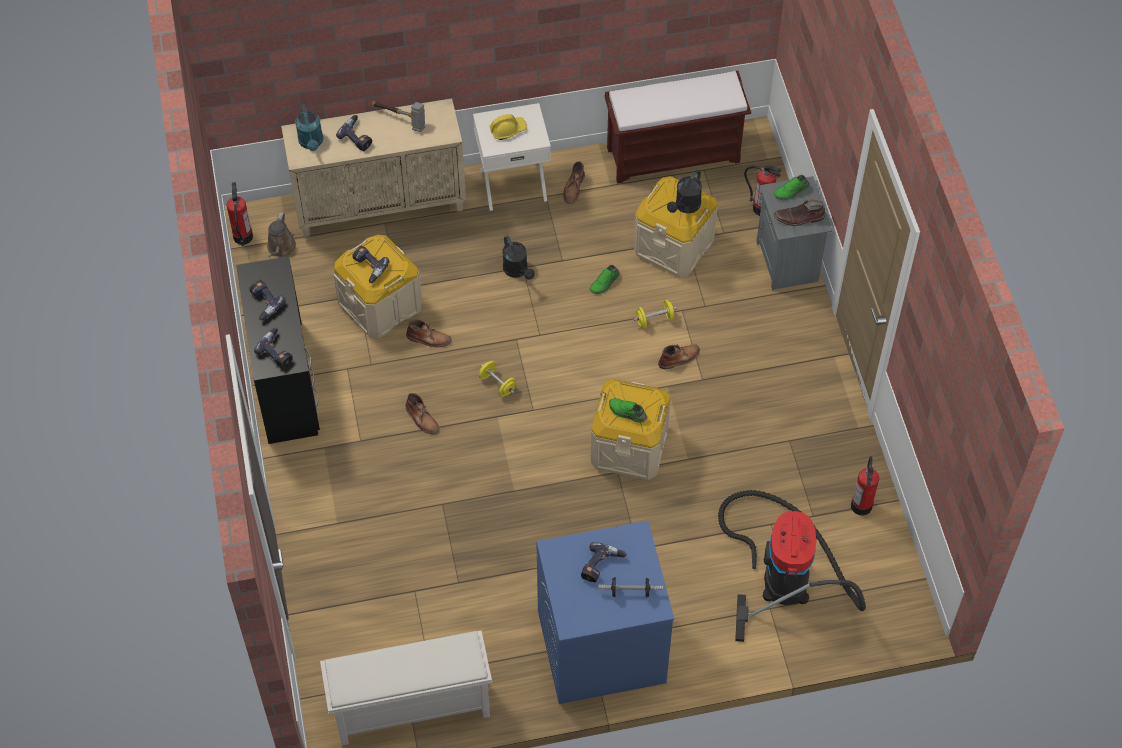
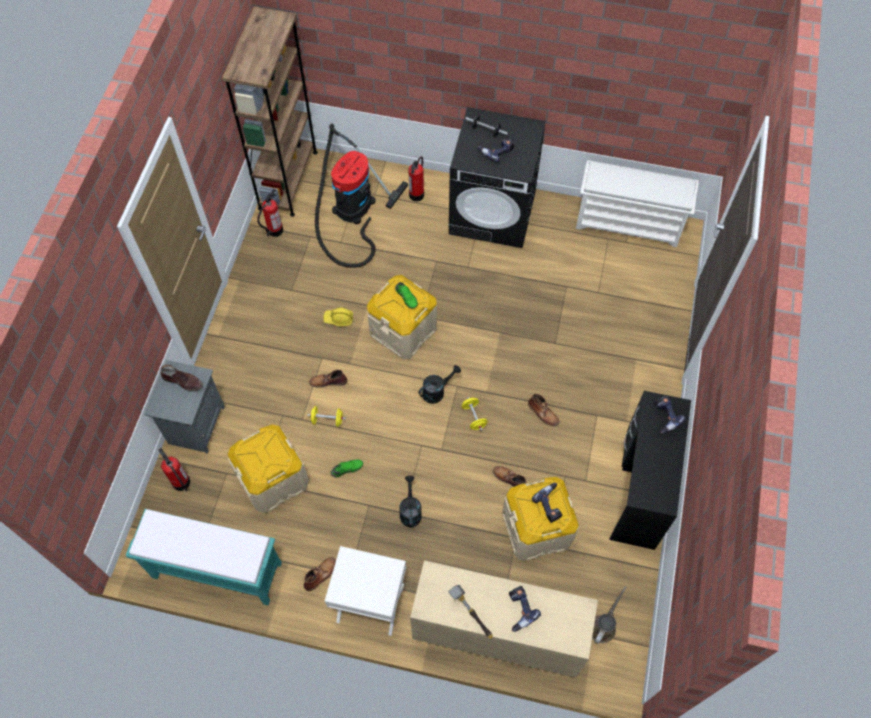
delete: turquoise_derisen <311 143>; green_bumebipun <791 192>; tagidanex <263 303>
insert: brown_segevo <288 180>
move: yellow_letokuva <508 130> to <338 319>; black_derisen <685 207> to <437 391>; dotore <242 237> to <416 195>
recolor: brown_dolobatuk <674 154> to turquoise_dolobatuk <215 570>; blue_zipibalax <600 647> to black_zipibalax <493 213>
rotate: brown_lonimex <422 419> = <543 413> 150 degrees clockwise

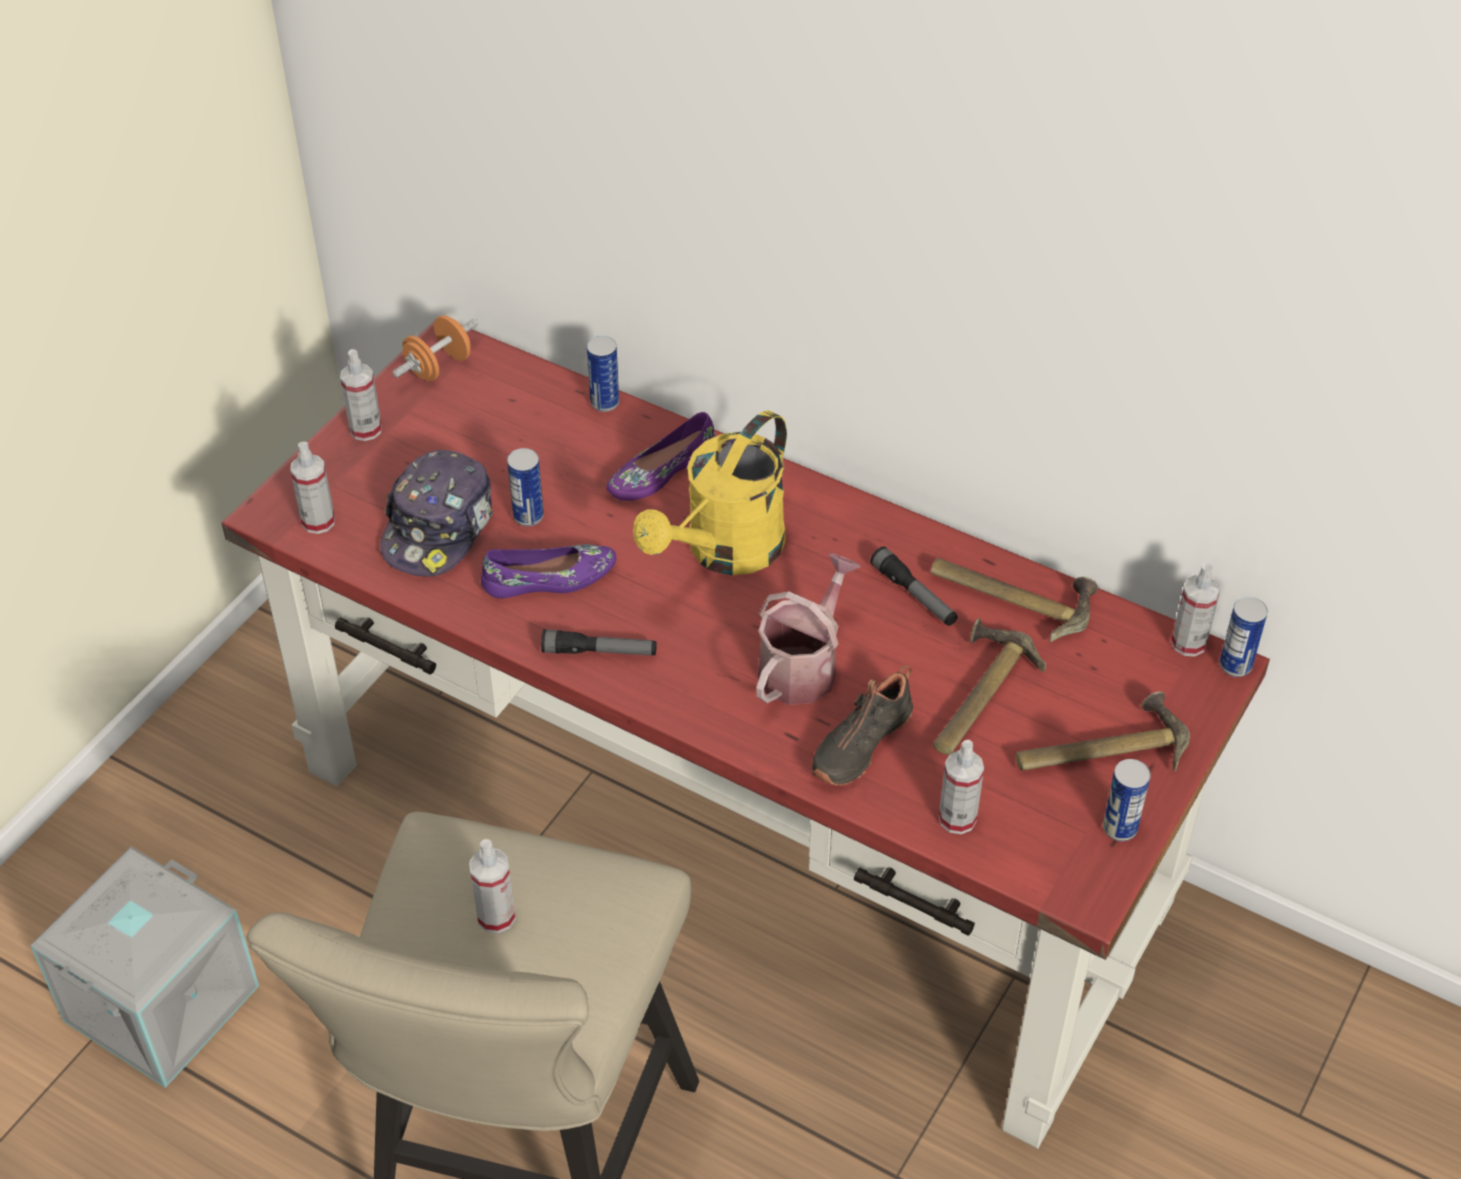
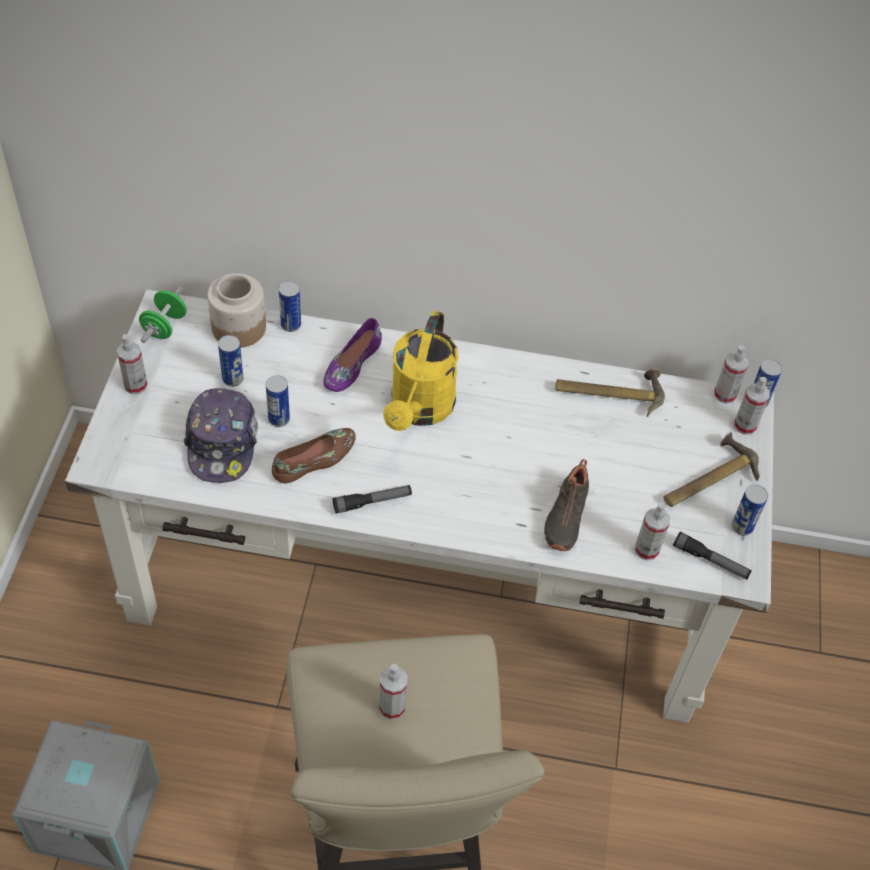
delete: derisen <803 666>; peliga <975 695>
insert: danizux <238 328>; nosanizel <233 379>
move: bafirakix <318 521> to <745 425>; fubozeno <914 595> to <710 561>
recolor: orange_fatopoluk <439 367> to green_fatopoluk <164 326>; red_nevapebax <735 835> to white_nevapebax <425 580>; purple_bumebipun <550 579> to brown_bumebipun <315 460>

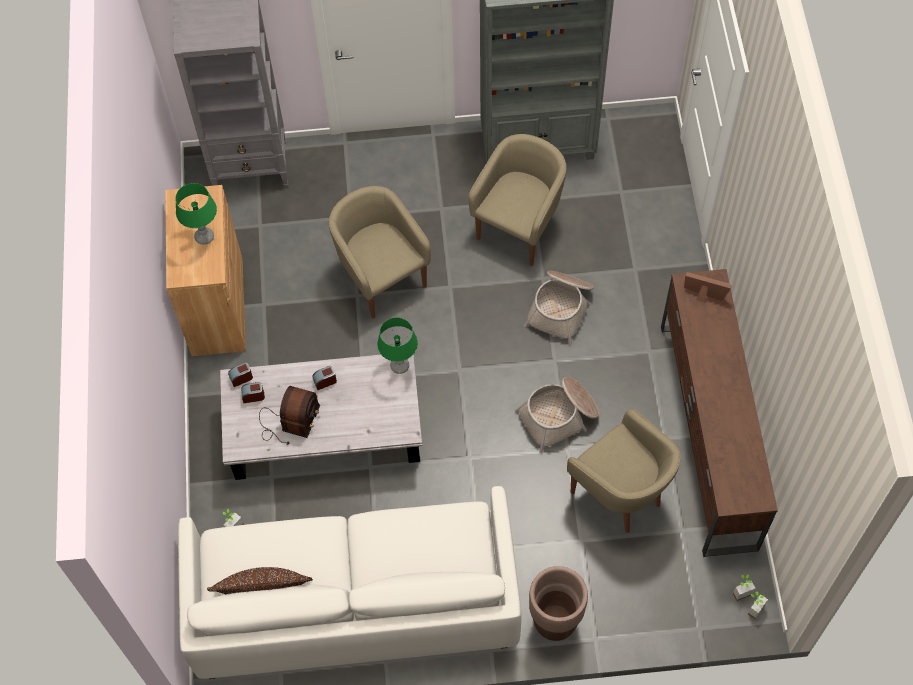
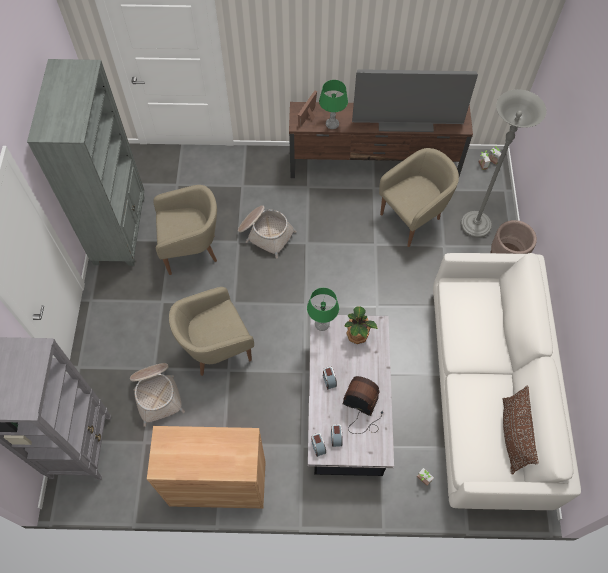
insert: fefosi <406 121>; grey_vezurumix <475 225>; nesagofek <358 334>
move: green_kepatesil <204 237> to <332 124>; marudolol <559 417> to <157 393>
rotate: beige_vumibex <519 228> = <192 251> 135 degrees clockwise

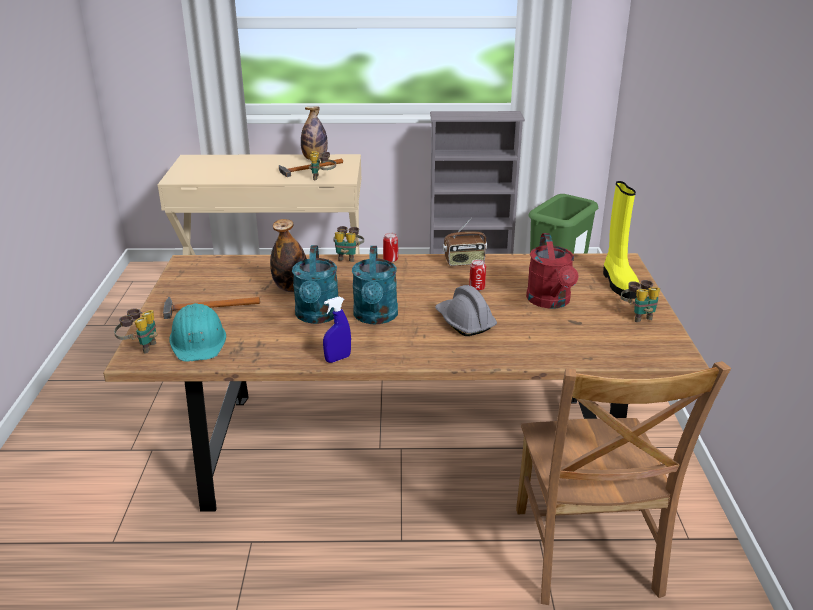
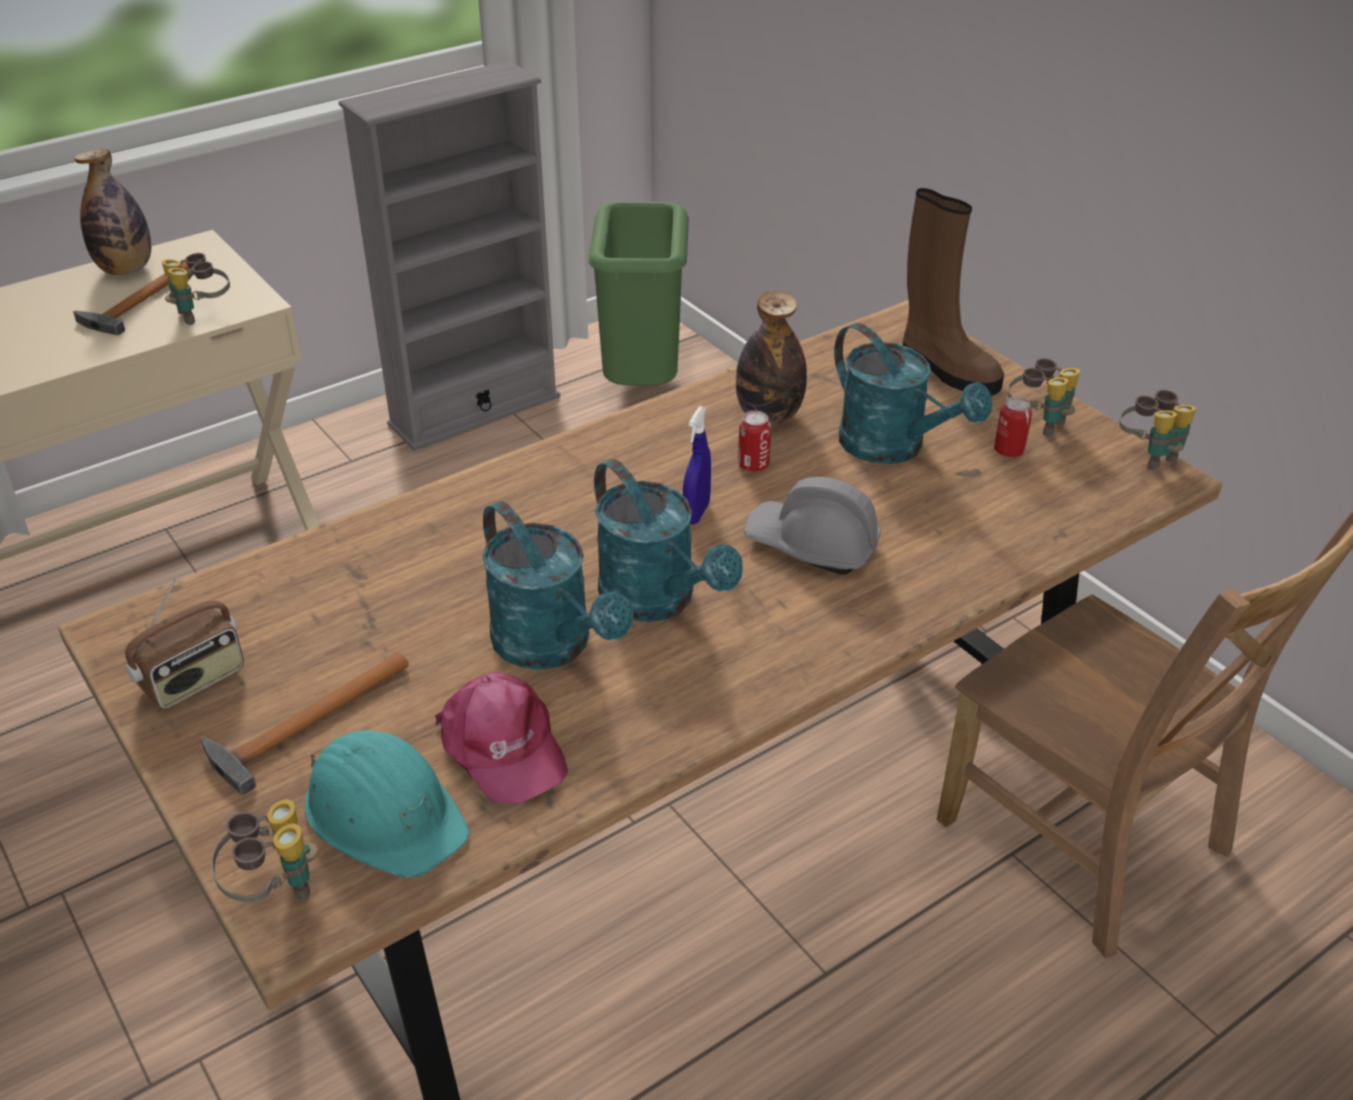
insert: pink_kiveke <502 747>
move: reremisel <464 262> to <193 681>; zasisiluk <291 288> to <769 416>; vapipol <348 257> to <1149 455>; nosanizel <390 260> to <1009 451>; blue_bafirakix <338 359> to <696 513>
recolor: yellow_lonimex <618 283> to brown_lonimex <946 370>; red_derisen <550 302> to turquoise_derisen <894 447>

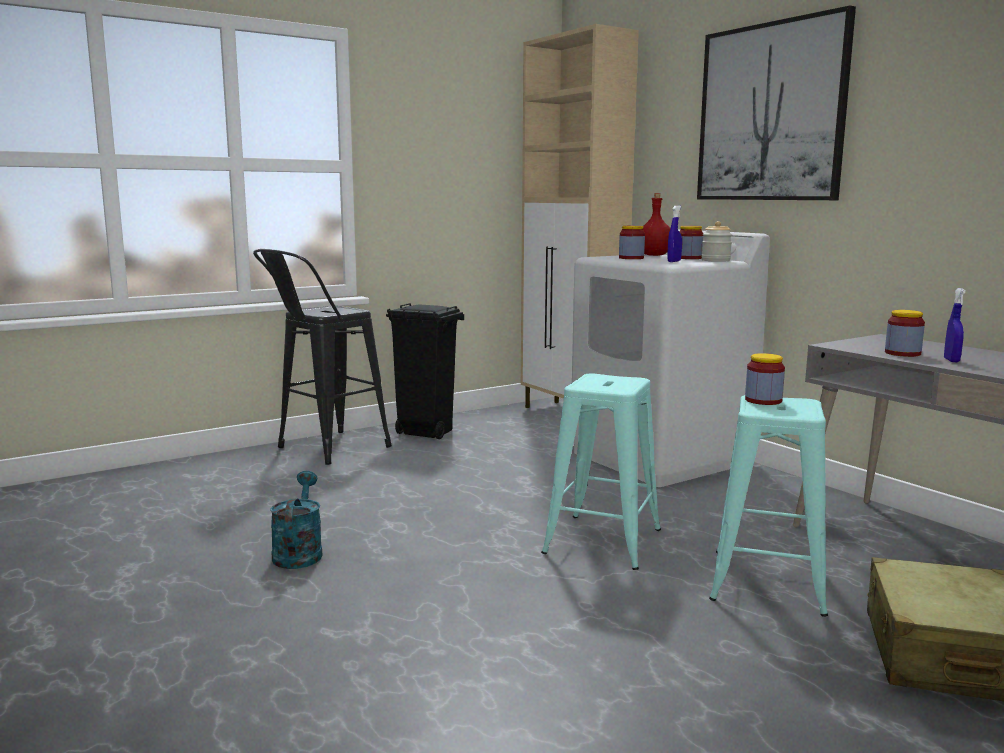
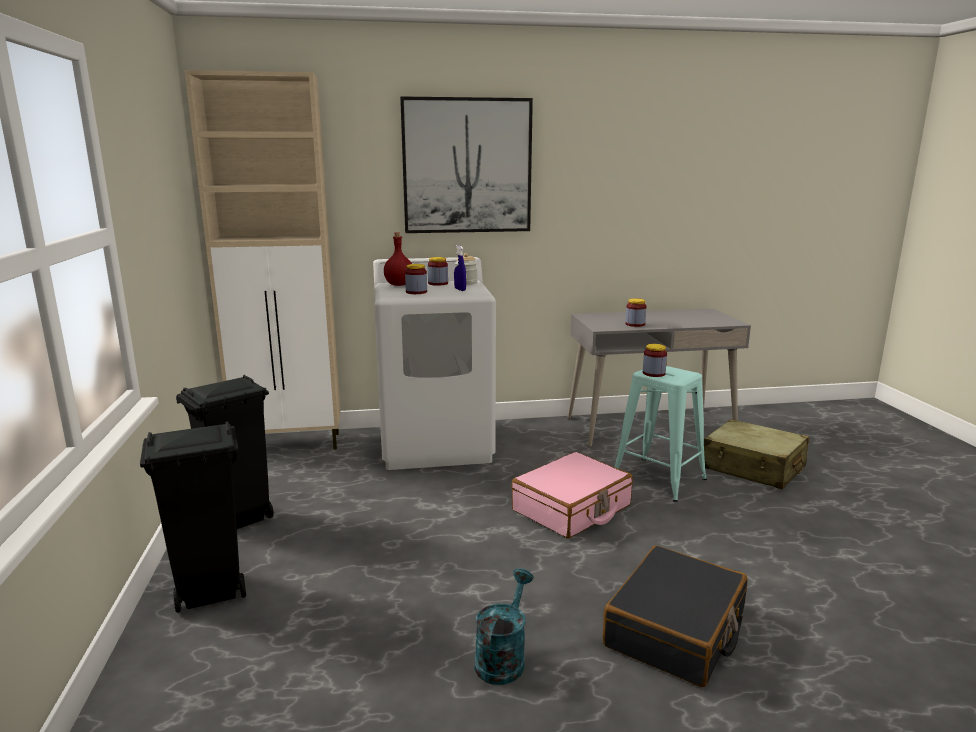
delete: blue_bafirakix <951 360>
insert: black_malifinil <676 630>
replace: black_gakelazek <324 450> to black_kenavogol <209 593>; turquoise_gakelazek <603 541> to pink_malifinil <572 508>
rotate: turquoise_derisen <299 552> = <503 657> 90 degrees clockwise

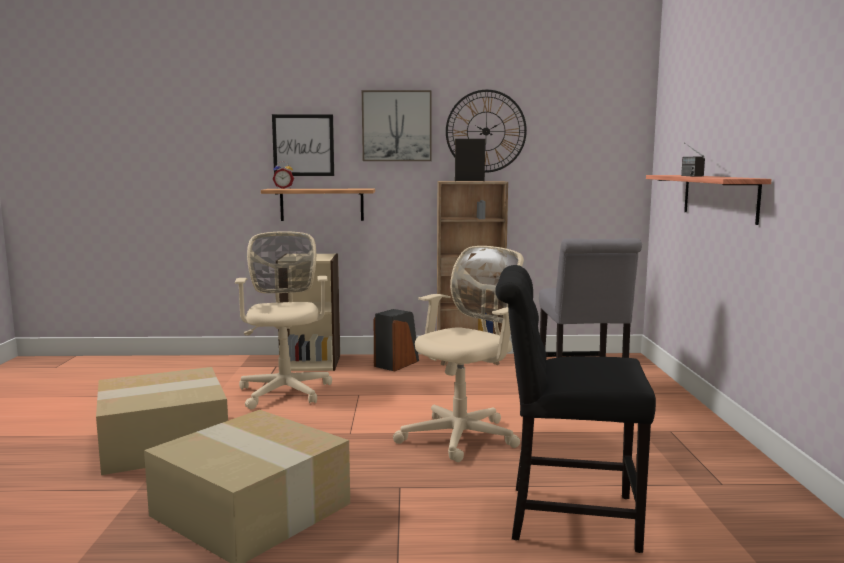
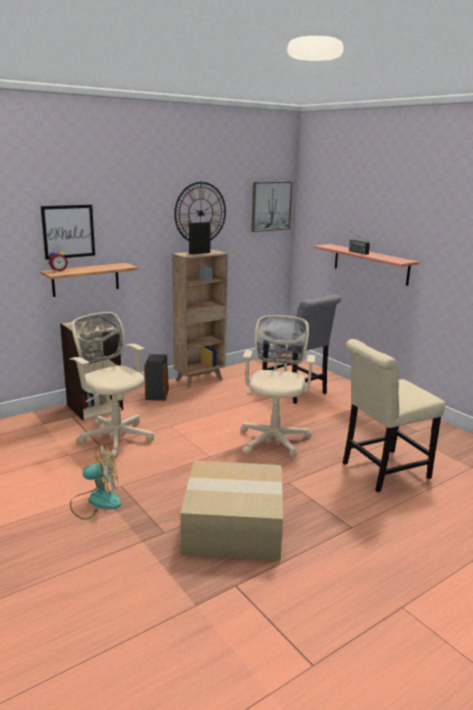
move: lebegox <396 126> to <270 206>
replace: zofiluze <165 440> to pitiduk <96 501>
recolor: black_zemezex <564 516> to beige_zemezex <381 471>

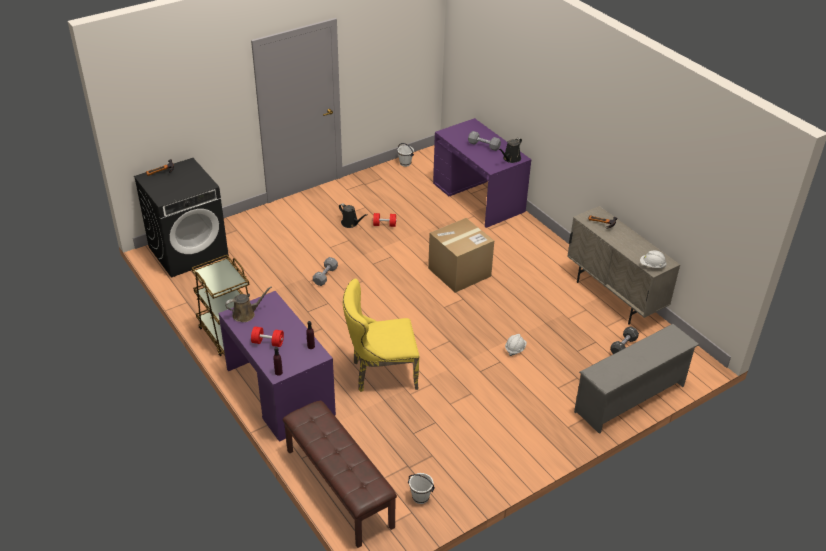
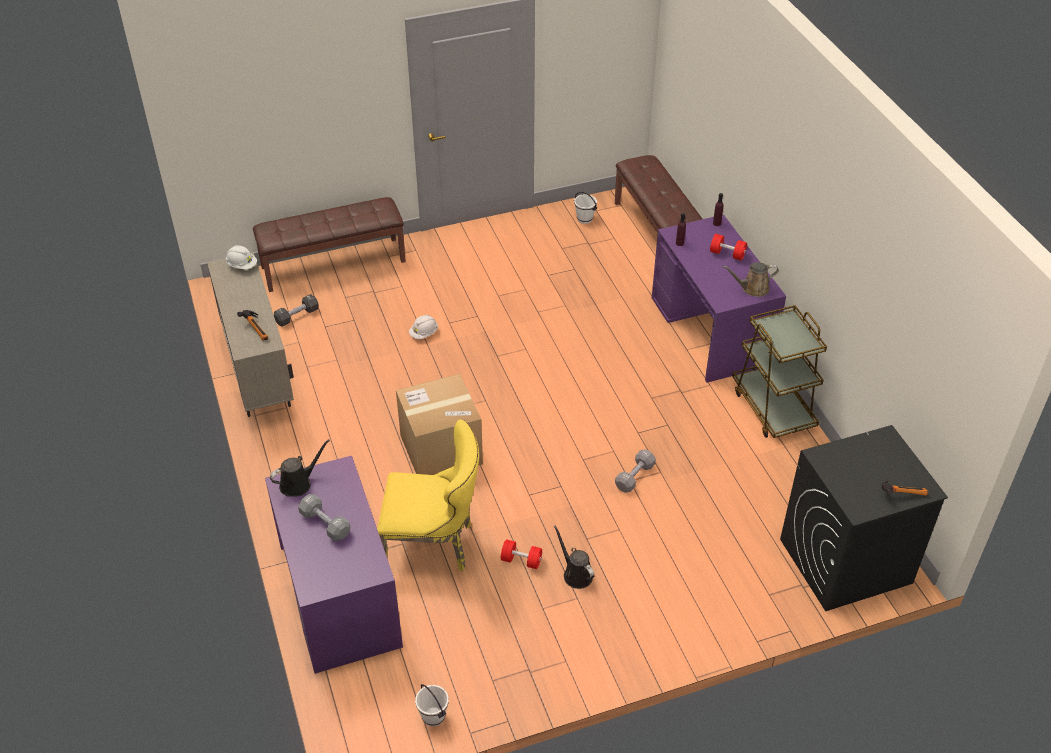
move: yellow_zemezex <380 374> to <434 545>
replace: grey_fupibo <630 399> to brown_dolobatuk <333 263>

